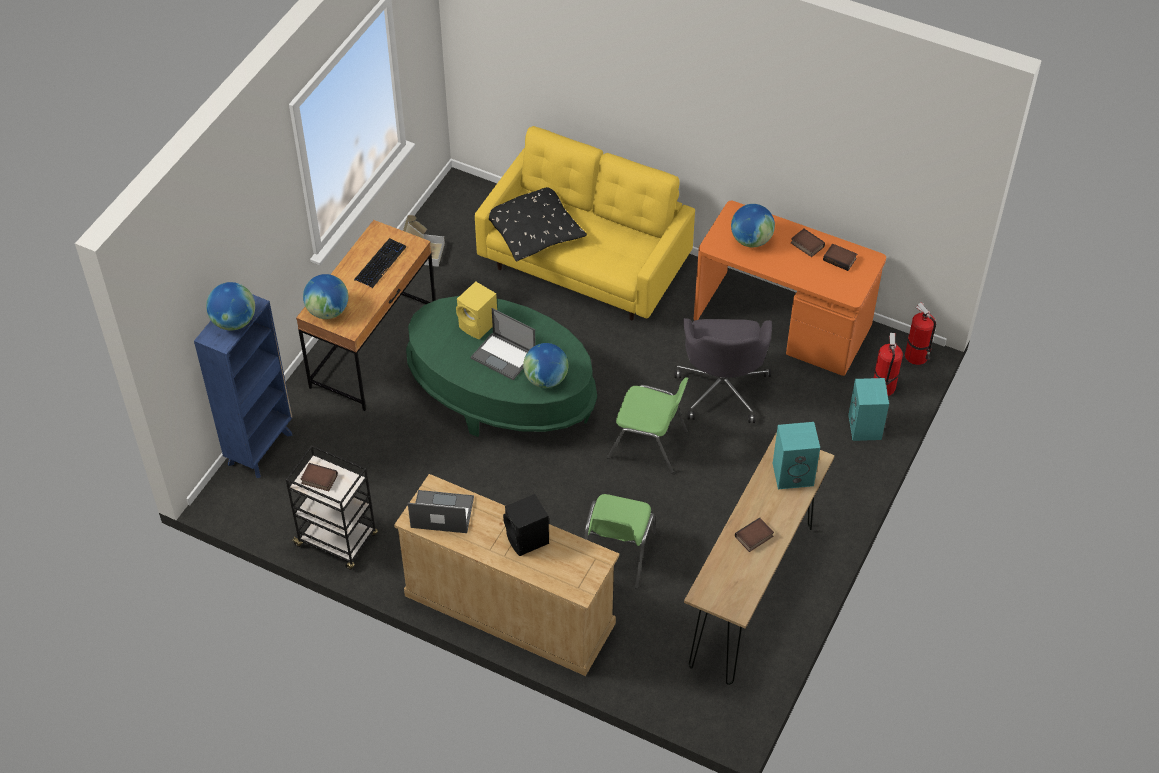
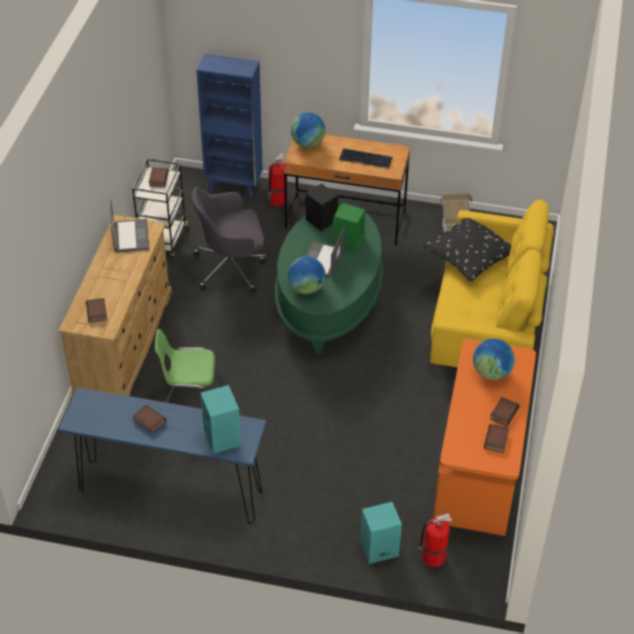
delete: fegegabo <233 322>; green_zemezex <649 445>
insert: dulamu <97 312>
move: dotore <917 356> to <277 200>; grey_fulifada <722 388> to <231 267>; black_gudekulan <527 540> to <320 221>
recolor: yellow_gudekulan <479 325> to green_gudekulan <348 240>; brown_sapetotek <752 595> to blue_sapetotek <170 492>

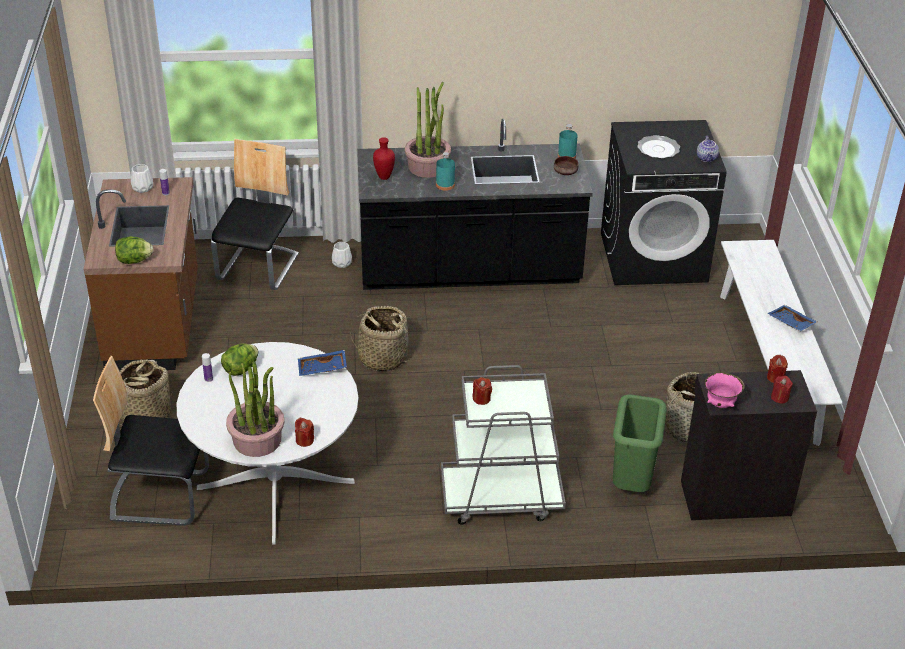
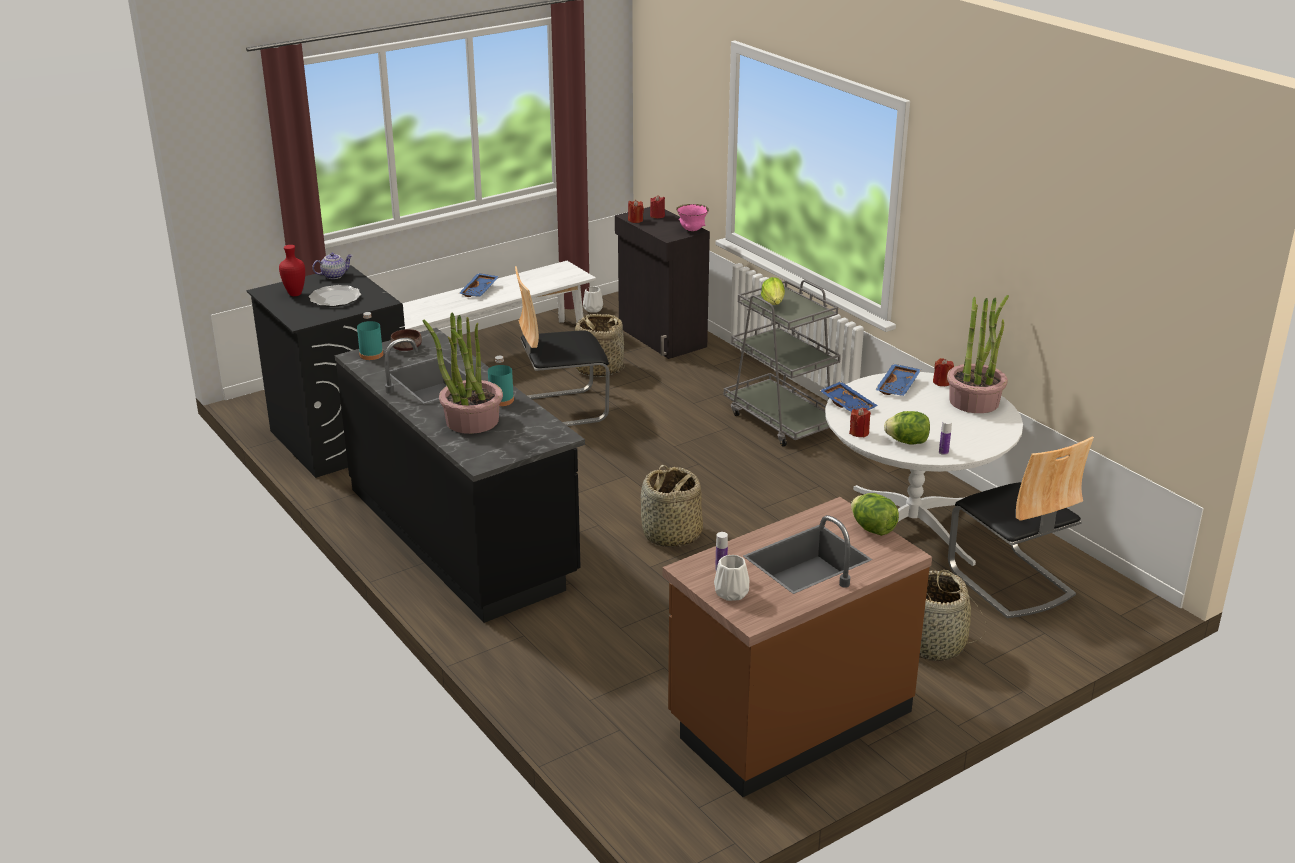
delete: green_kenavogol <632 484>
insert: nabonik <773 303>; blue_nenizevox <898 386>
move: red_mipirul <384 177> to <296 294>; zemezex <258 268> to <560 409>; white_mipirul <341 263> to <593 309>; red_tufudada <481 399> to <859 433>

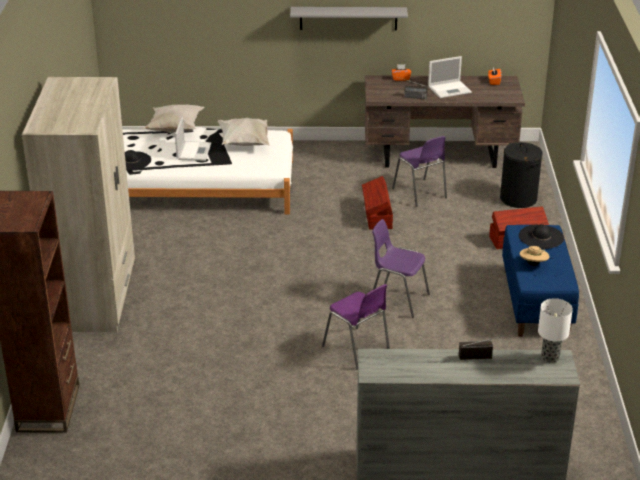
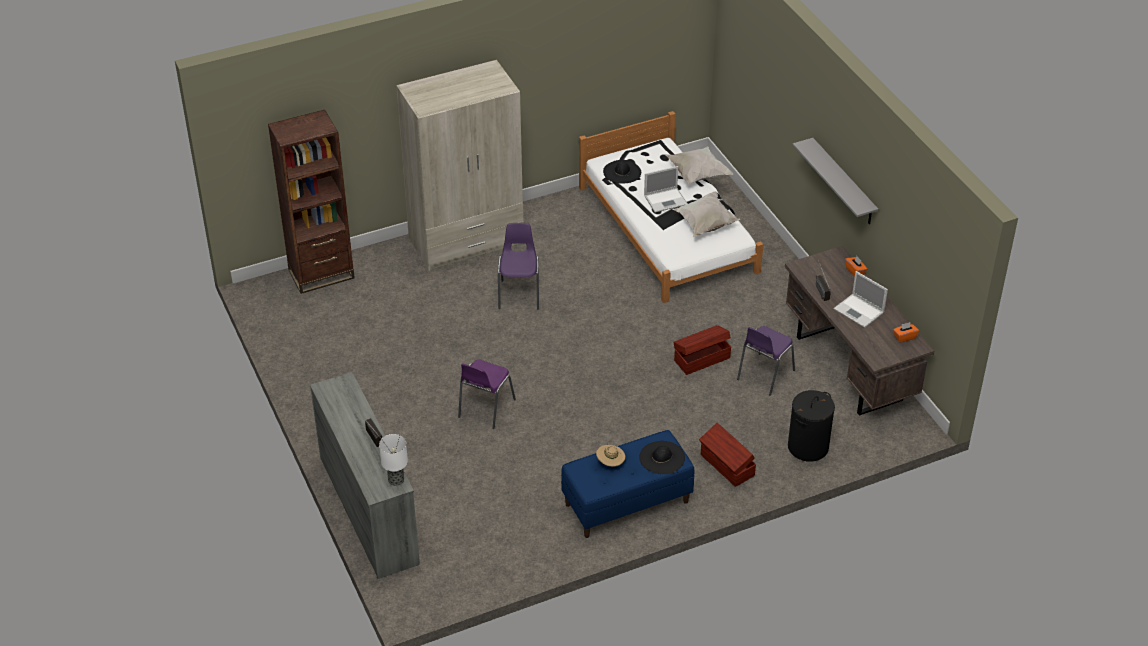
move: purple_zemezex <397 299> to <519 293>

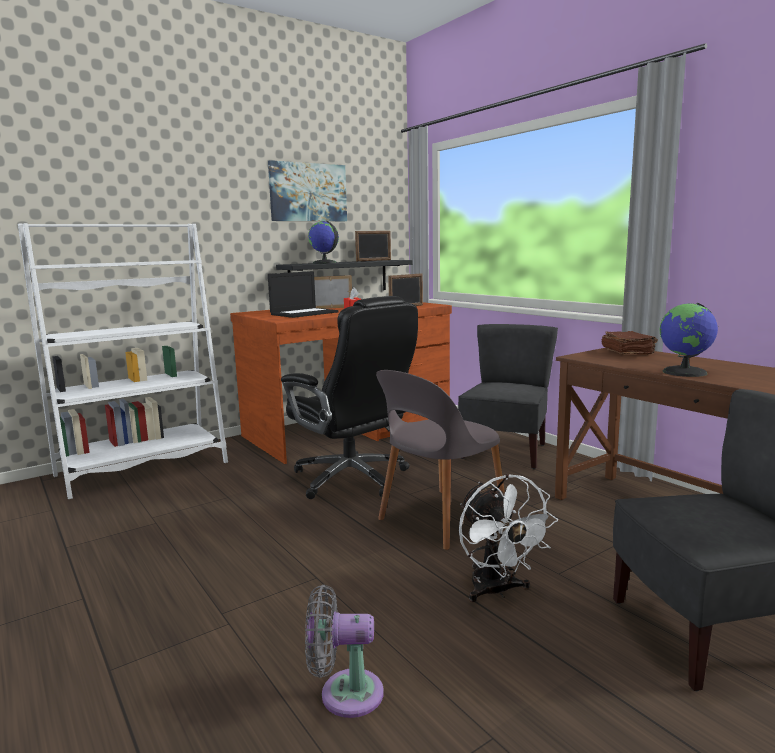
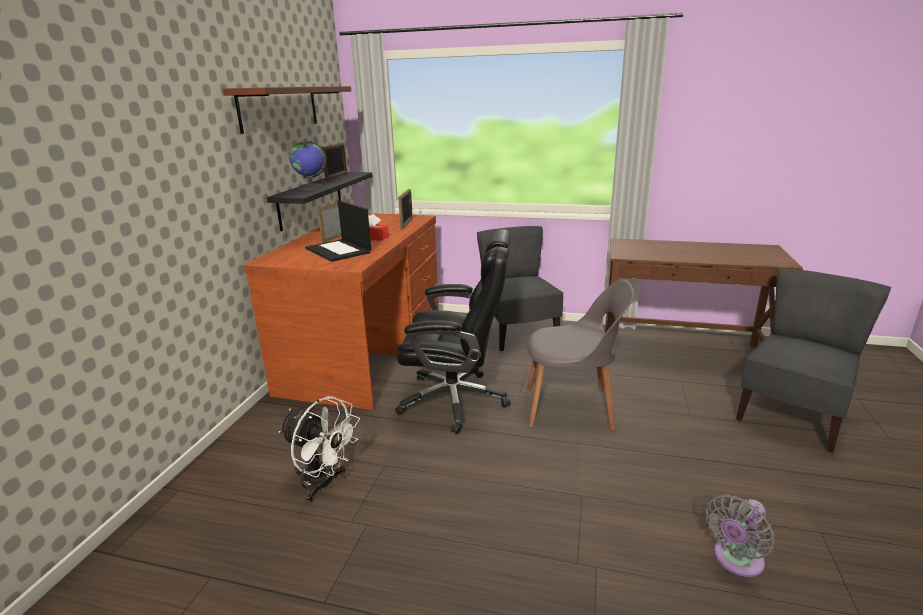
delete: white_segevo <143 469>; fegegabo <685 372>; brown_dulamu <627 352>
move: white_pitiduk <497 591> to <324 484>
replace: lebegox <308 192> to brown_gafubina <279 108>
rotate: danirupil <304 313> = <339 250> 135 degrees clockwise; grey_zemezex <440 519> = <571 408> 90 degrees counterclockwise

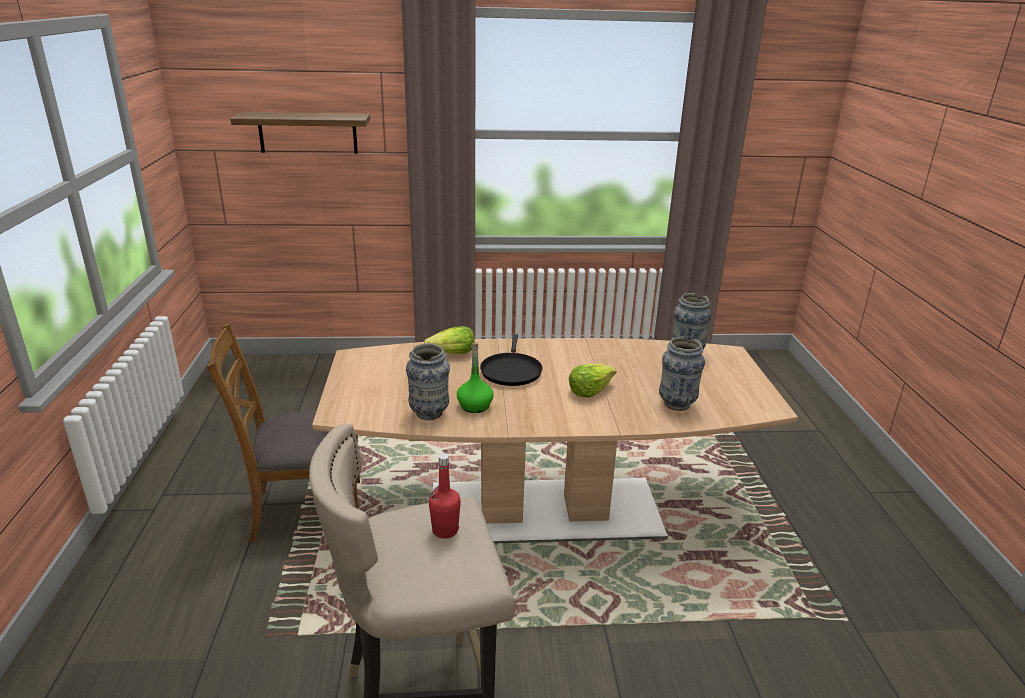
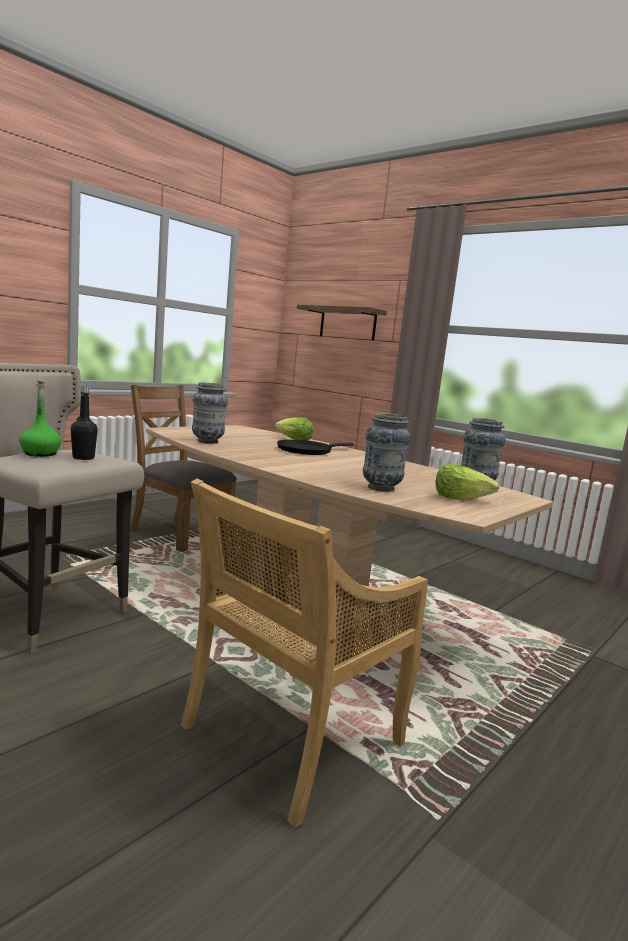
insert: beige_zemezex <290 738>
move: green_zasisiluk <474 406> to <40 453>; nabonik <590 390> to <460 499>
recolor: red_zasisiluk <445 530> to black_zasisiluk <83 458>

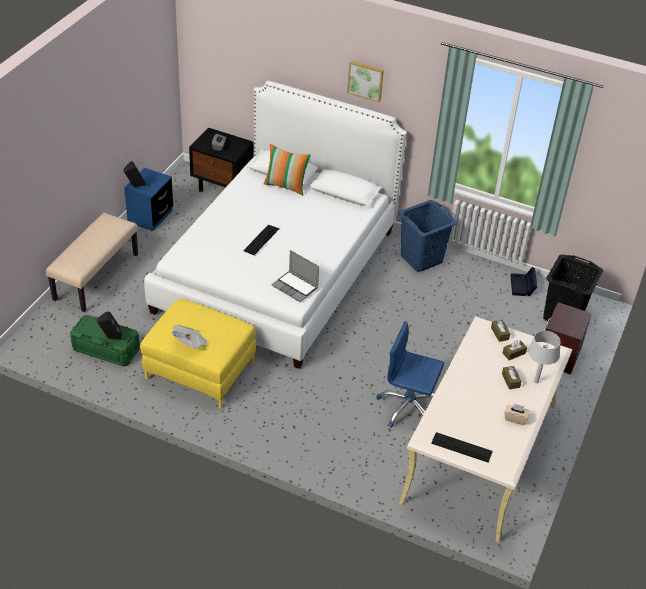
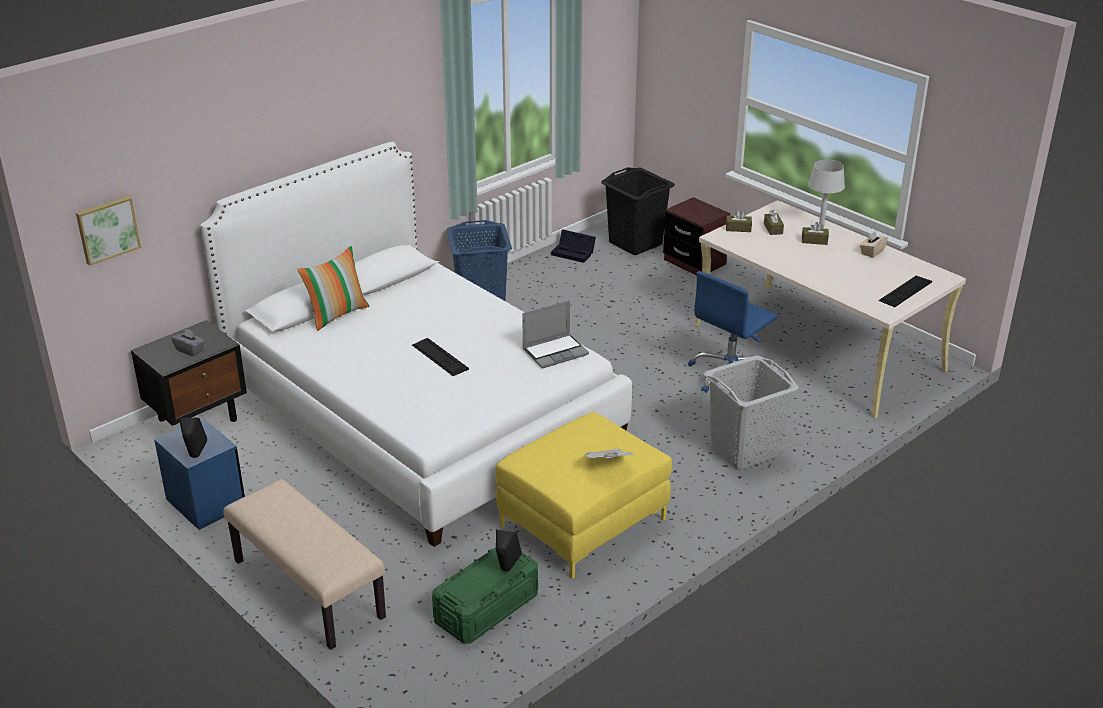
insert: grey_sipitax <743 450>
move: lebegox <366 80> to <107 229>

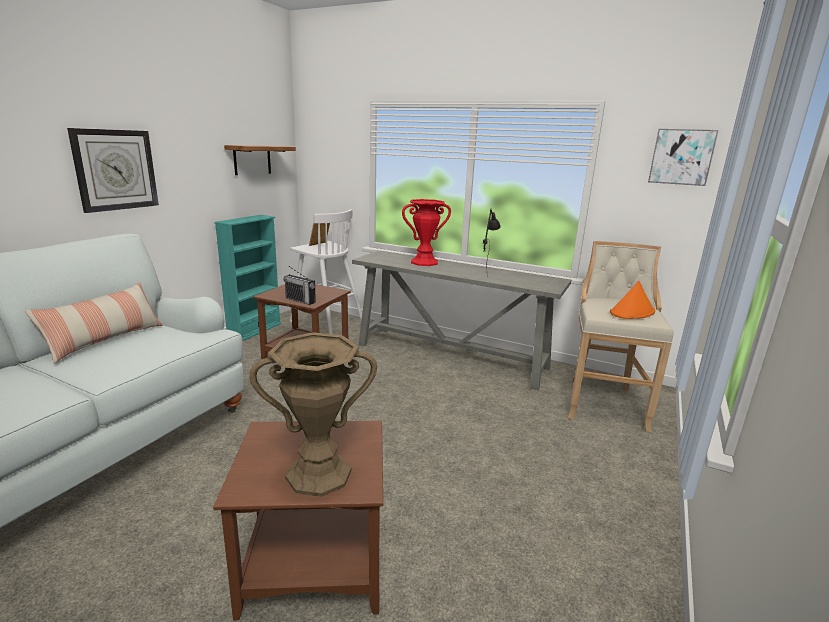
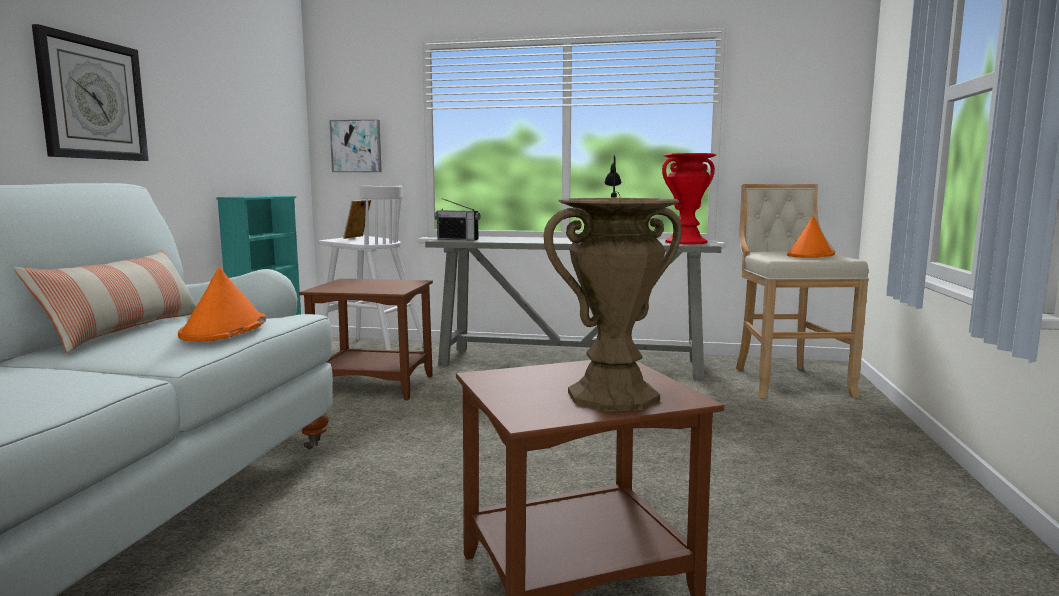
delete: gafubina <252 160>
insert: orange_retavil <224 329>
move: lebegox <681 157> to <356 146>; red_mipirul <424 262> to <686 242>; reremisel <300 300> to <458 239>

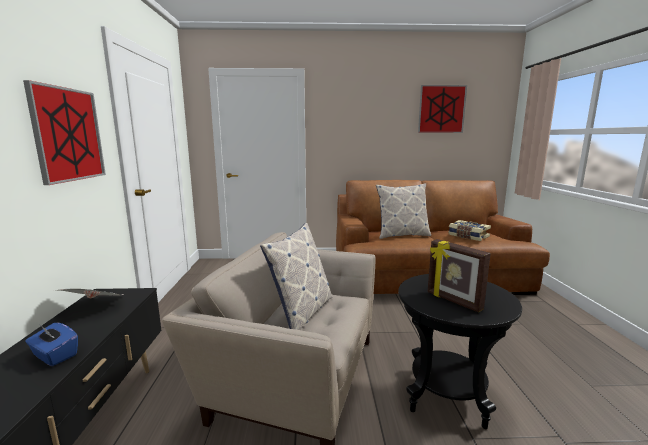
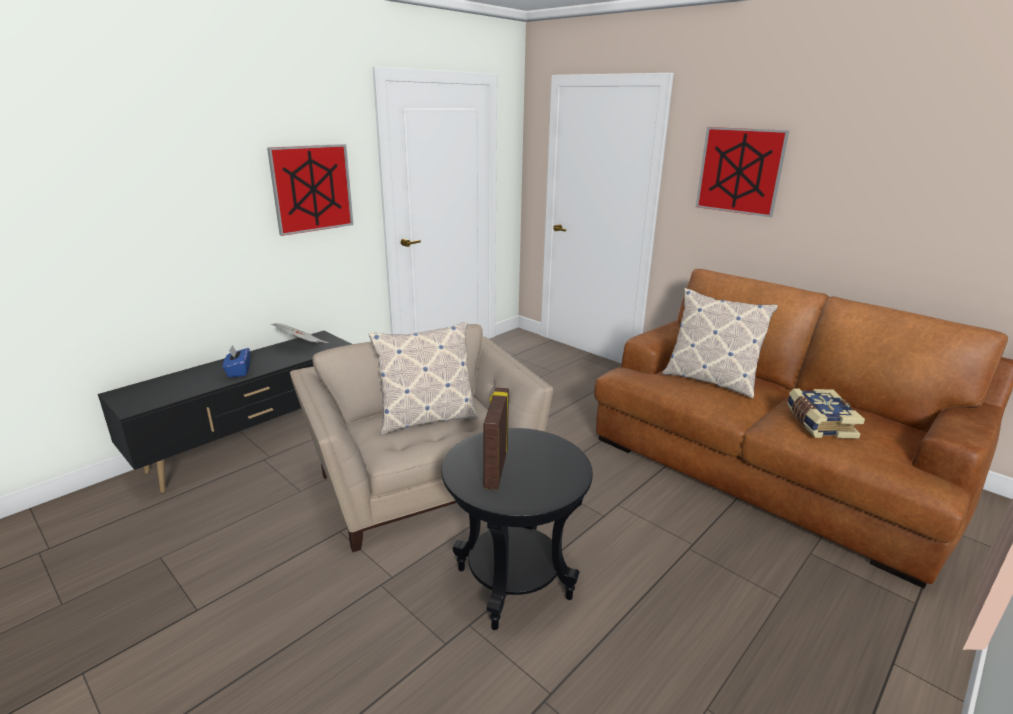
move: lebegox <441 109> to <740 171>

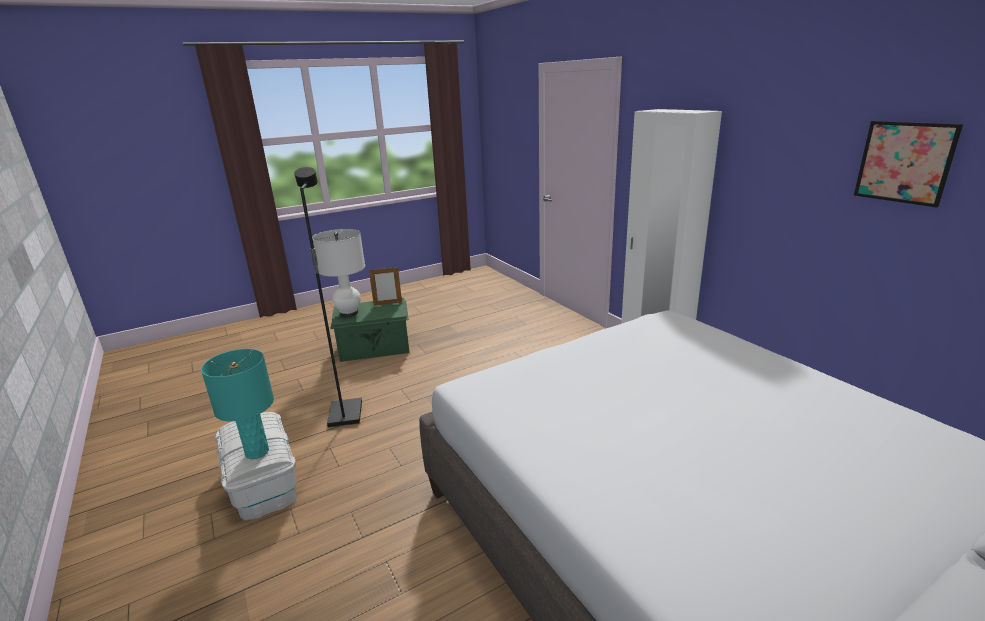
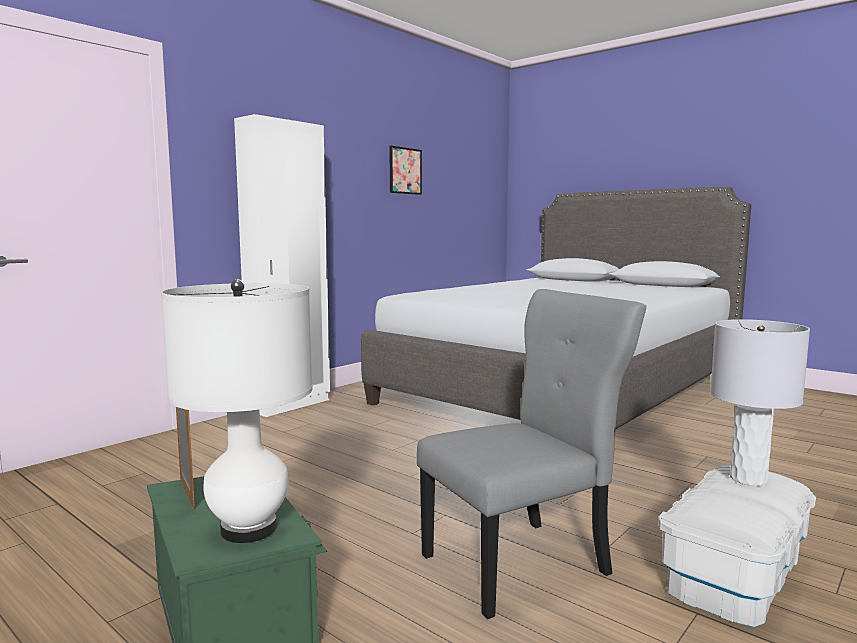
replace: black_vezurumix <344 414> to grey_zemezex <522 563>
recolor: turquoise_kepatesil <257 452> to grey_kepatesil <748 479>

